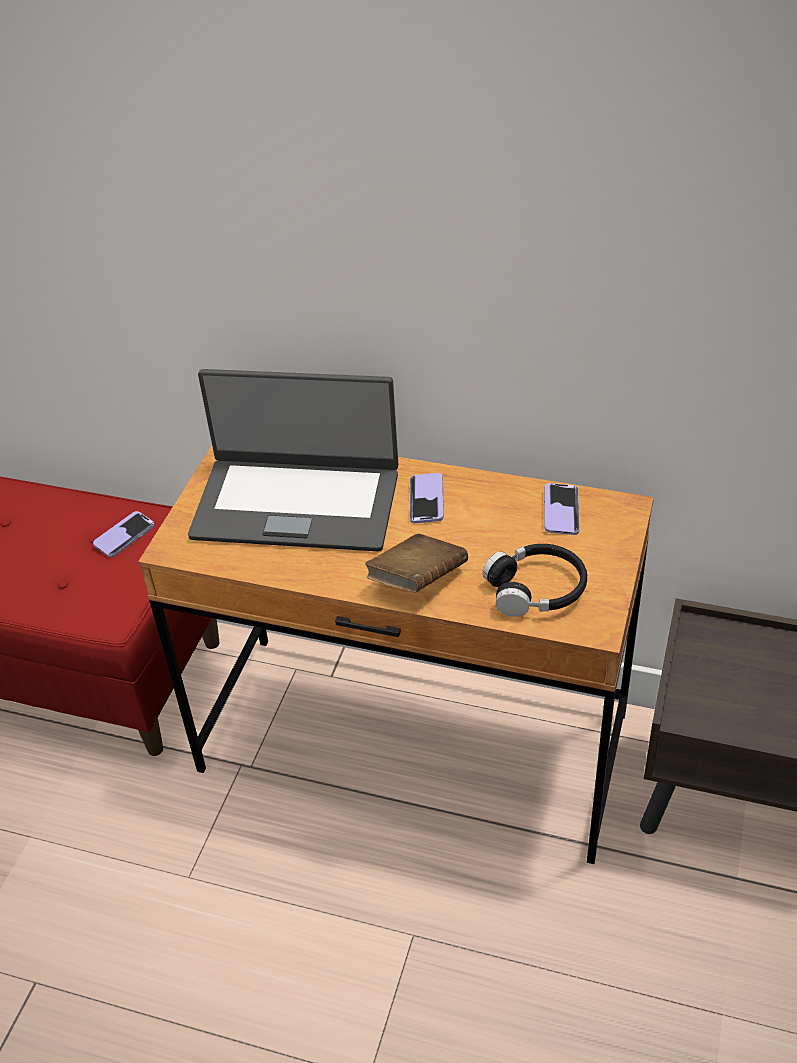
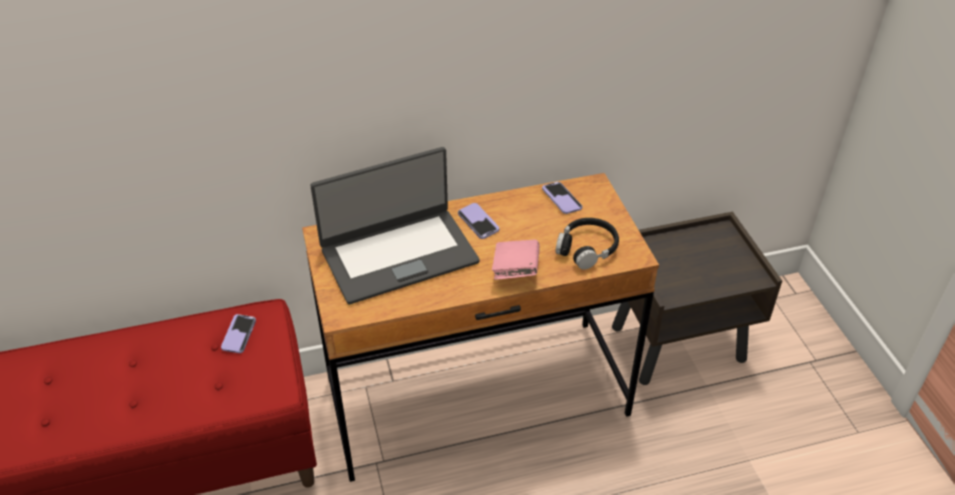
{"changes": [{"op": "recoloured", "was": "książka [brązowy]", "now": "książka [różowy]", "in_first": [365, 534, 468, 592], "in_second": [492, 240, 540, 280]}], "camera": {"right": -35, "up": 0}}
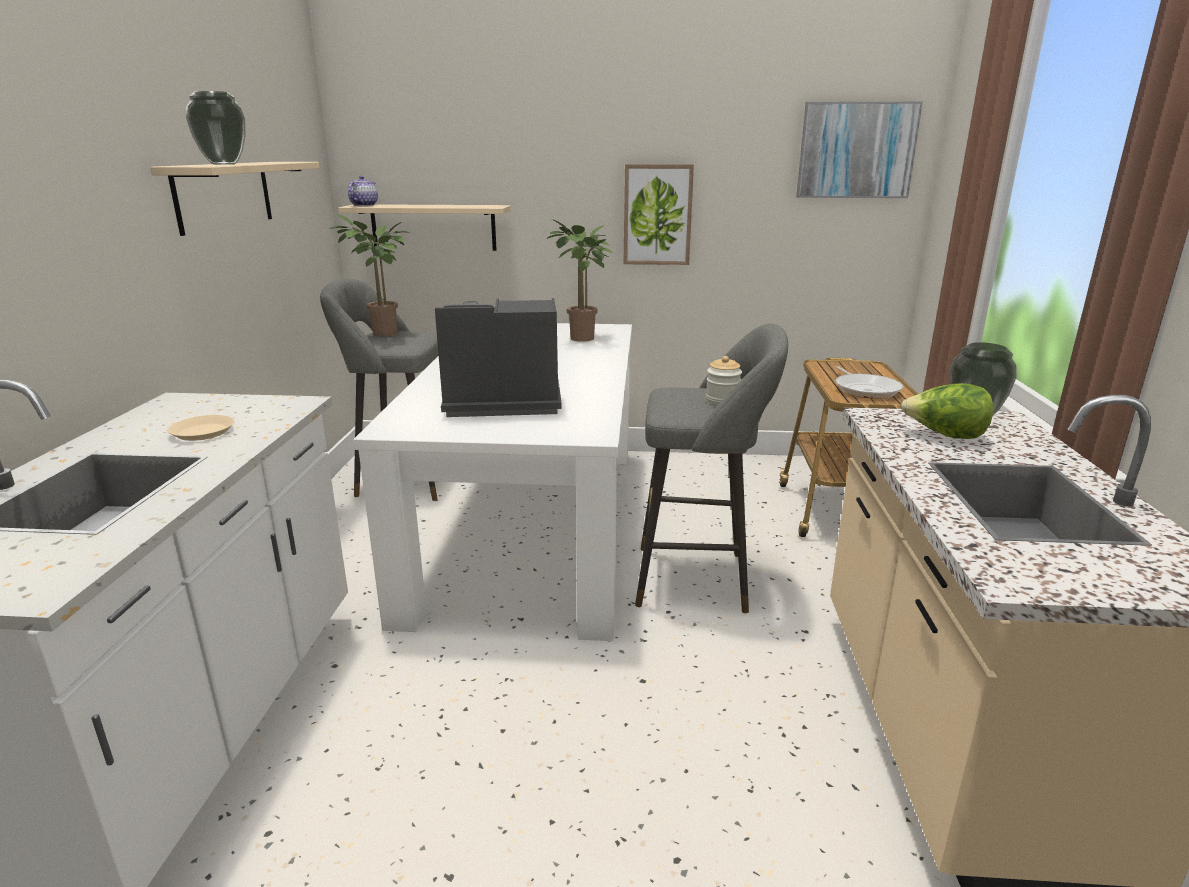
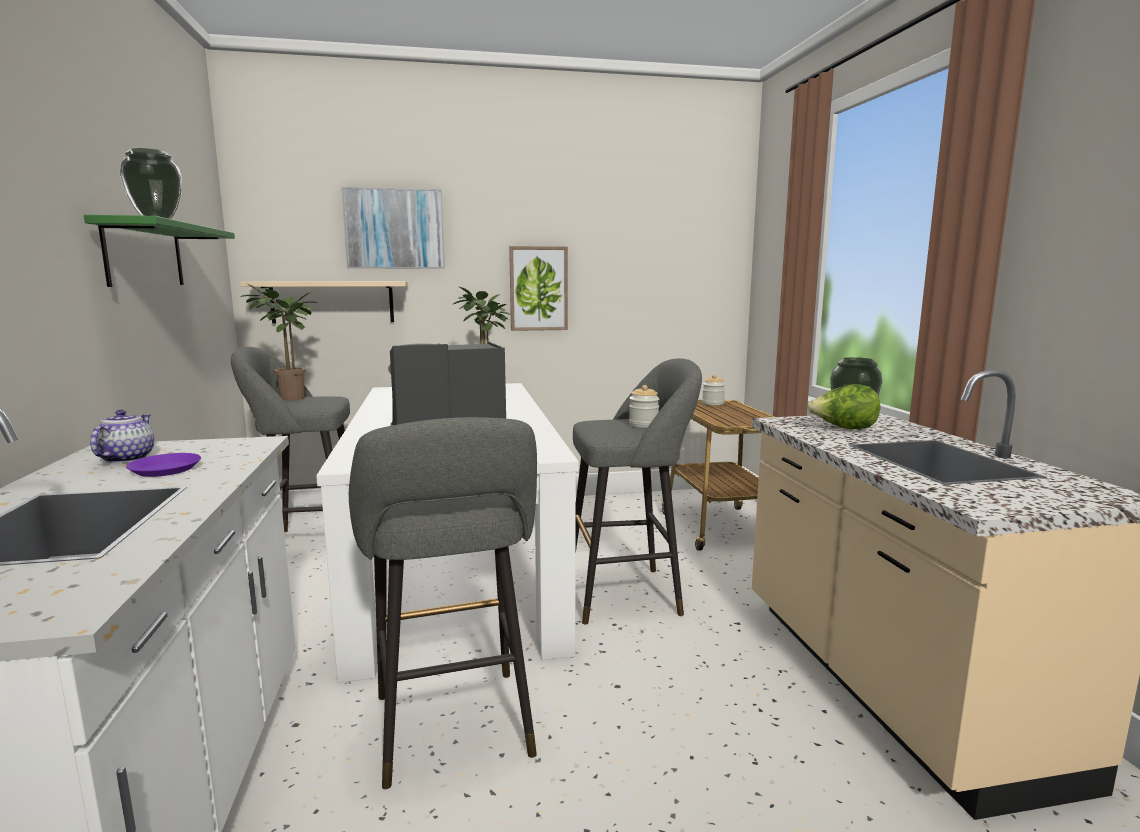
{"changes": [{"op": "moved", "was": "obraz", "in_first": [796, 102, 923, 198], "in_second": [341, 187, 445, 269]}, {"op": "recoloured", "was": "półka [beżowy]", "now": "półka [zielony]", "in_first": [150, 162, 319, 236], "in_second": [84, 215, 235, 287]}, {"op": "moved", "was": "imbryk", "in_first": [348, 176, 378, 206], "in_second": [90, 410, 154, 463]}, {"op": "removed", "was": "patelnia", "in_first": [835, 366, 903, 399]}, {"op": "recoloured", "was": "talerz [beżowy]", "now": "talerz [fioletowy]", "in_first": [168, 415, 234, 441], "in_second": [126, 453, 201, 477]}, {"op": "added", "now": "słoik", "in_second": [702, 374, 725, 405]}, {"op": "added", "now": "stołek [szary]", "in_second": [349, 417, 537, 789]}], "camera": {"right": -15, "up": -10}}
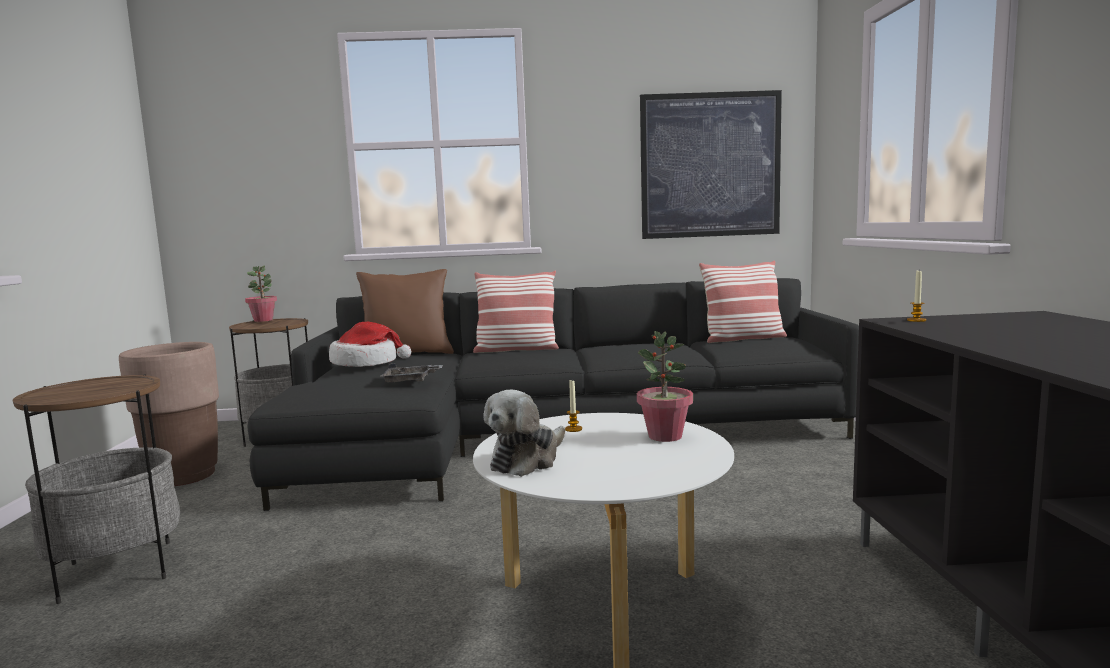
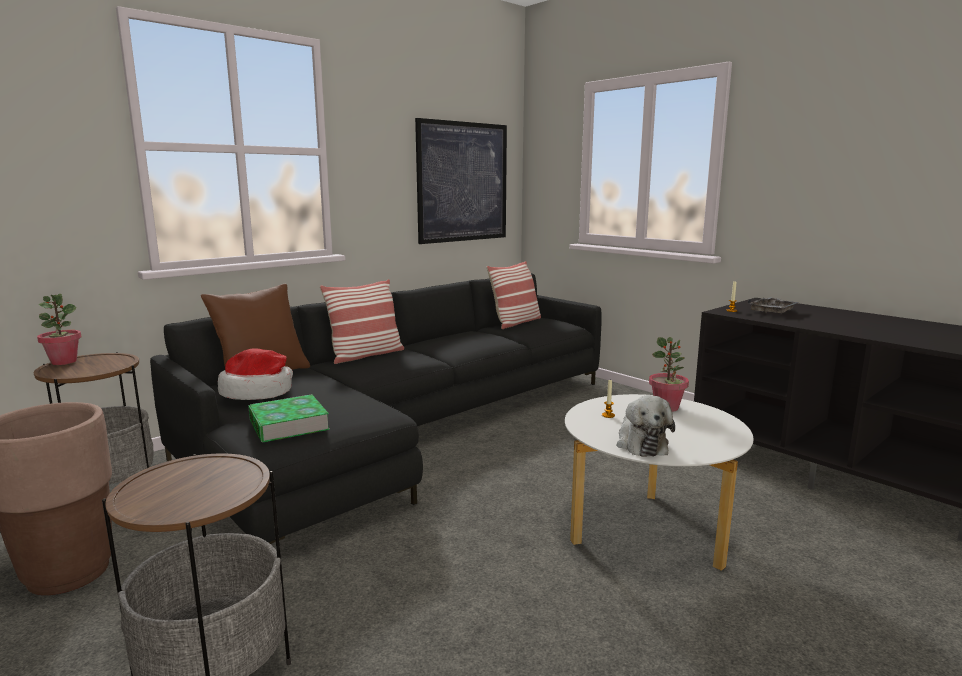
{"changes": [{"op": "moved", "was": "taca [szary]", "in_first": [381, 363, 443, 383], "in_second": [748, 297, 799, 313]}, {"op": "added", "now": "książka", "in_second": [248, 394, 330, 442]}], "camera": {"right": -40, "up": 5}}
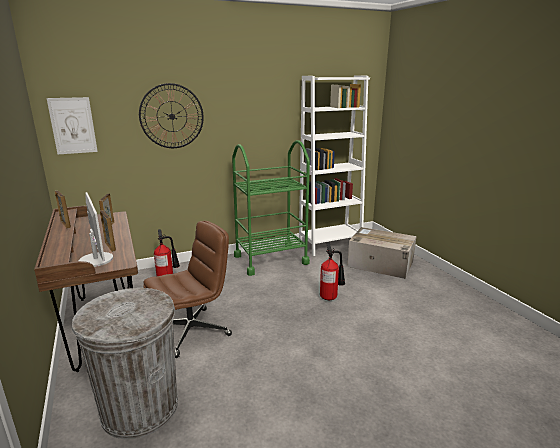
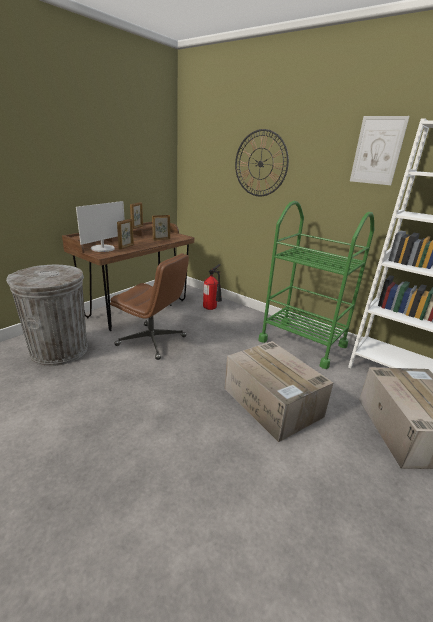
{"changes": [{"op": "moved", "was": "obraz", "in_first": [47, 97, 98, 154], "in_second": [350, 116, 410, 185]}, {"op": "replaced", "was": "gaśnica", "now": "karton", "in_first": [320, 242, 345, 300], "in_second": [224, 341, 333, 442]}], "camera": {"right": 60, "up": 5}}
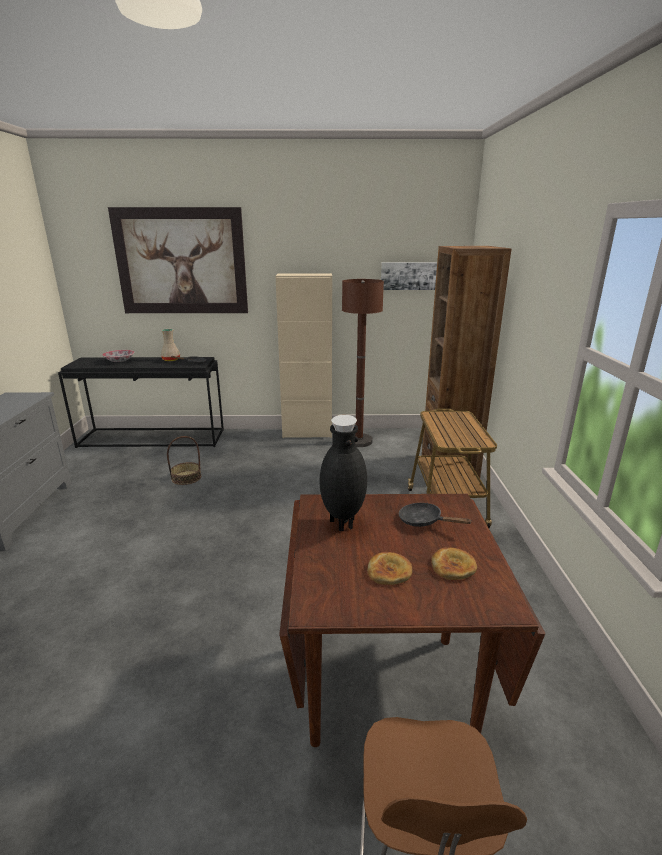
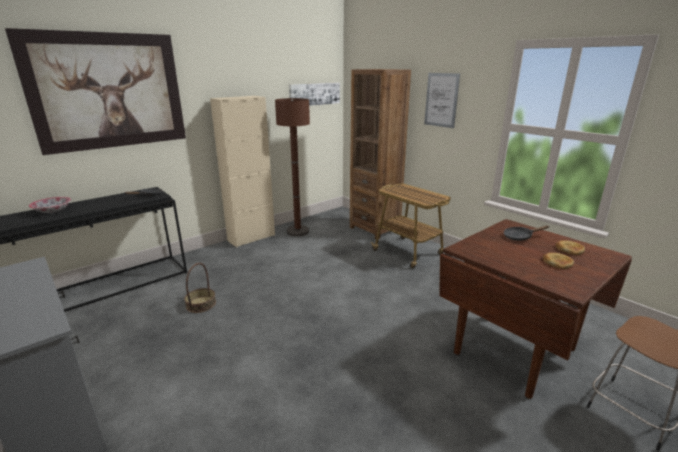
{"changes": [{"op": "removed", "was": "wazon [beżowy]", "in_first": [161, 329, 180, 361]}, {"op": "removed", "was": "wazon [czarny]", "in_first": [319, 415, 367, 531]}, {"op": "added", "now": "obraz", "in_second": [424, 73, 460, 128]}], "camera": {"right": -40, "up": 0}}
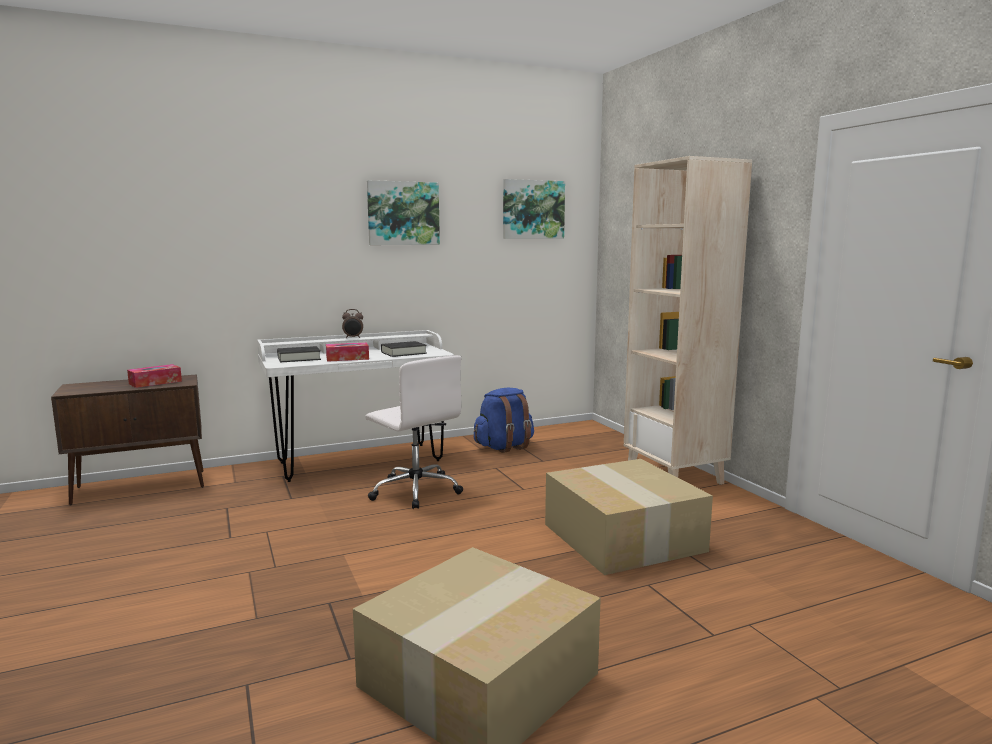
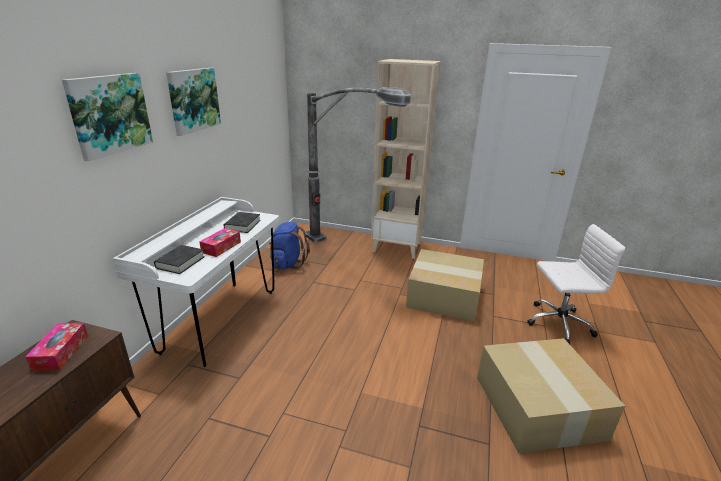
{"changes": [{"op": "moved", "was": "obraz", "in_first": [503, 179, 565, 239], "in_second": [62, 73, 153, 161]}, {"op": "removed", "was": "budzik", "in_first": [342, 309, 363, 338]}, {"op": "moved", "was": "krzesło biurowe [biały]", "in_first": [365, 355, 463, 509], "in_second": [527, 224, 625, 344]}, {"op": "added", "now": "lampa stojąca", "in_second": [305, 87, 411, 243]}], "camera": {"right": -50, "up": 15}}
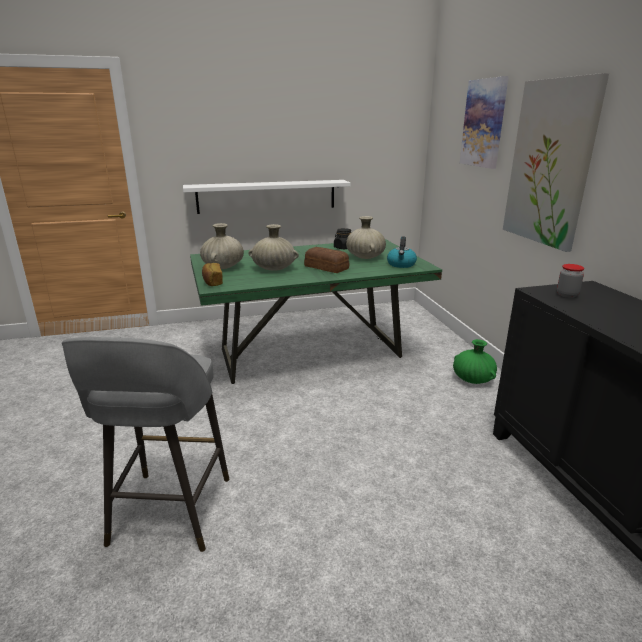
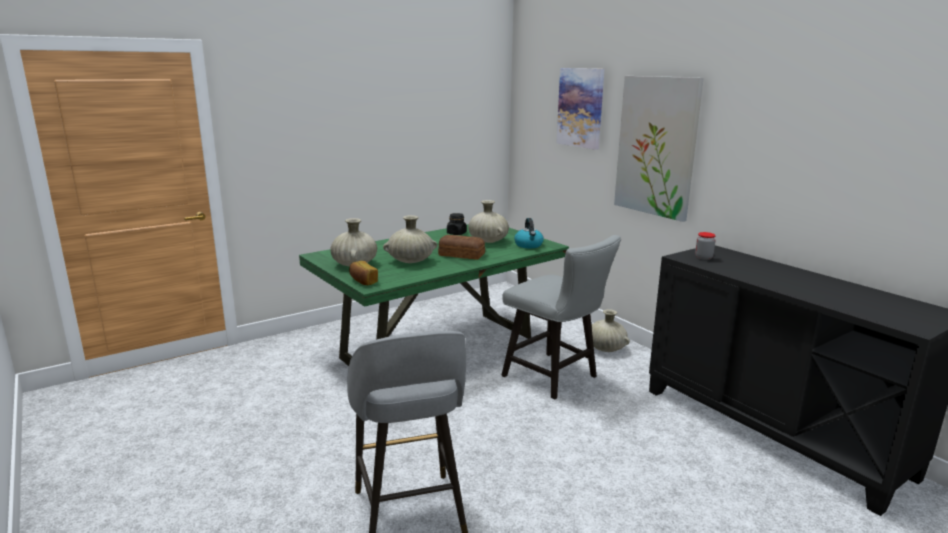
{"changes": [{"op": "removed", "was": "półka [biały]", "in_first": [183, 180, 351, 214]}, {"op": "recoloured", "was": "wazon [zielony]", "now": "wazon [beżowy]", "in_first": [453, 339, 497, 384], "in_second": [591, 309, 630, 352]}, {"op": "added", "now": "krzesło [szary]", "in_second": [501, 235, 621, 399]}], "camera": {"right": -20, "up": -5}}
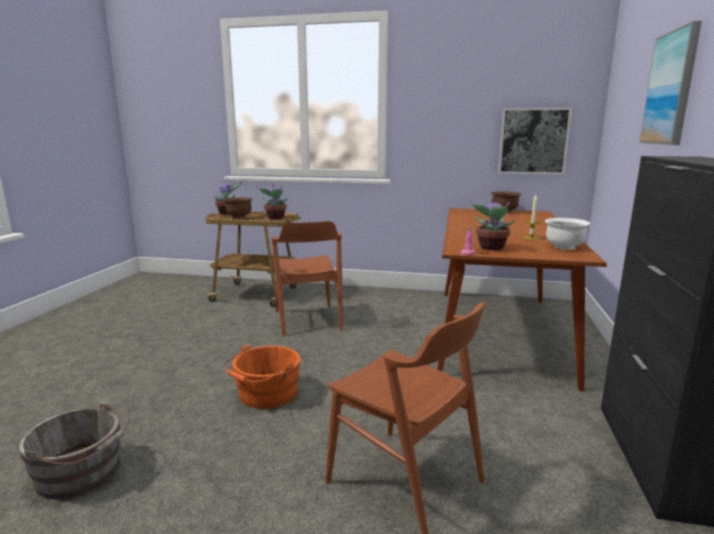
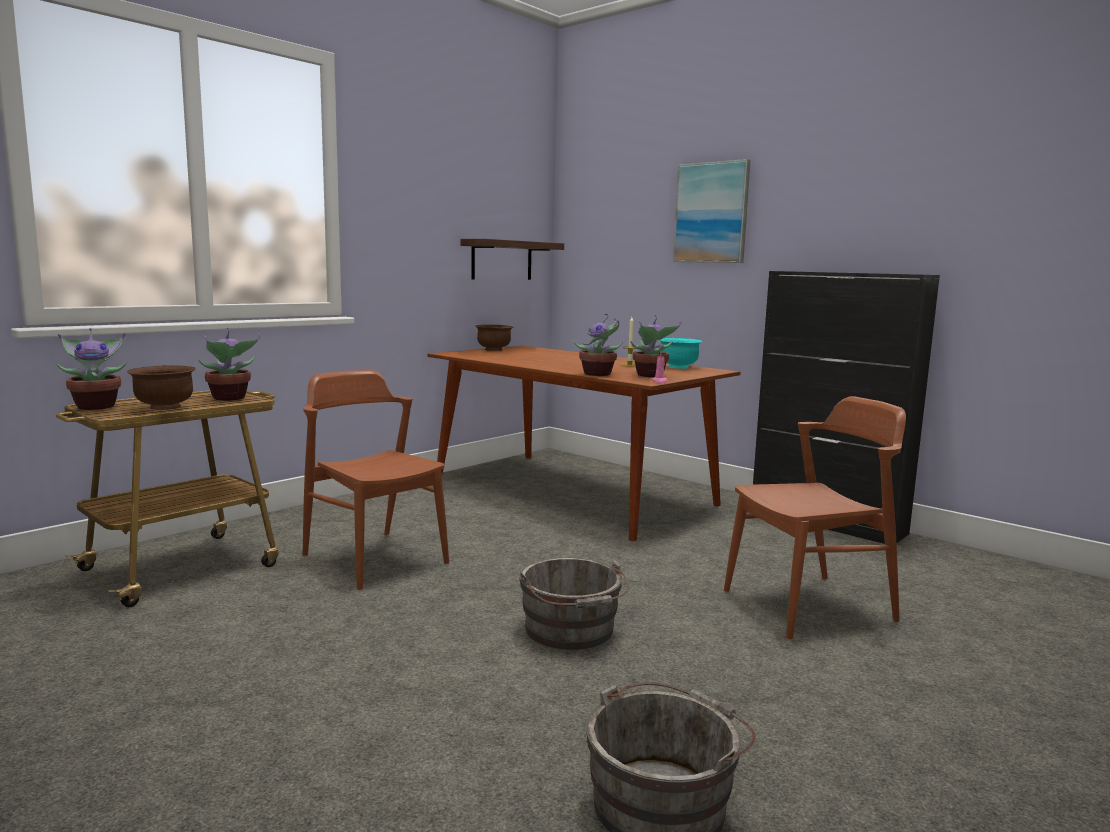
{"changes": [{"op": "replaced", "was": "obraz", "now": "półka", "in_first": [498, 107, 572, 175], "in_second": [461, 239, 564, 280]}, {"op": "recoloured", "was": "miska [biały]", "now": "miska [turkusowy]", "in_first": [545, 218, 591, 250], "in_second": [660, 338, 703, 369]}, {"op": "turned", "was": "krzesło [brązowy]", "in_first": [271, 221, 343, 337], "in_second": [303, 370, 449, 590], "clockwise": -150}, {"op": "recoloured", "was": "wiadro [pomarańczowy]", "now": "wiadro [szary]", "in_first": [224, 344, 301, 409], "in_second": [519, 558, 630, 650]}, {"op": "added", "now": "roślina doniczkowa", "in_second": [574, 314, 623, 376]}], "camera": {"right": -60, "up": -5}}
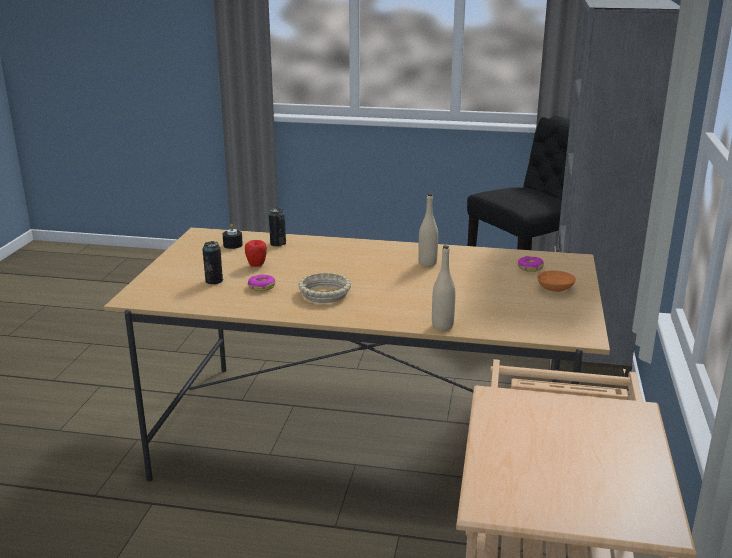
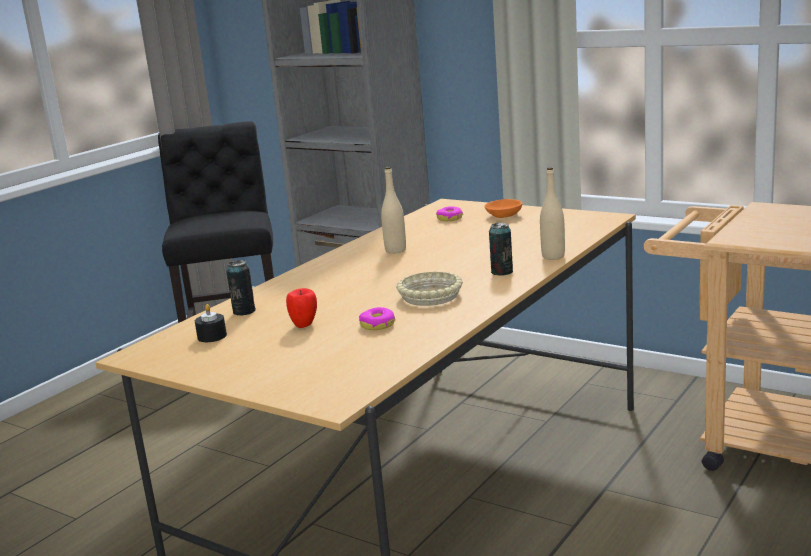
{"changes": [{"op": "moved", "was": "puszka", "in_first": [202, 241, 223, 284], "in_second": [489, 222, 513, 276]}], "camera": {"right": -65, "up": -5}}
